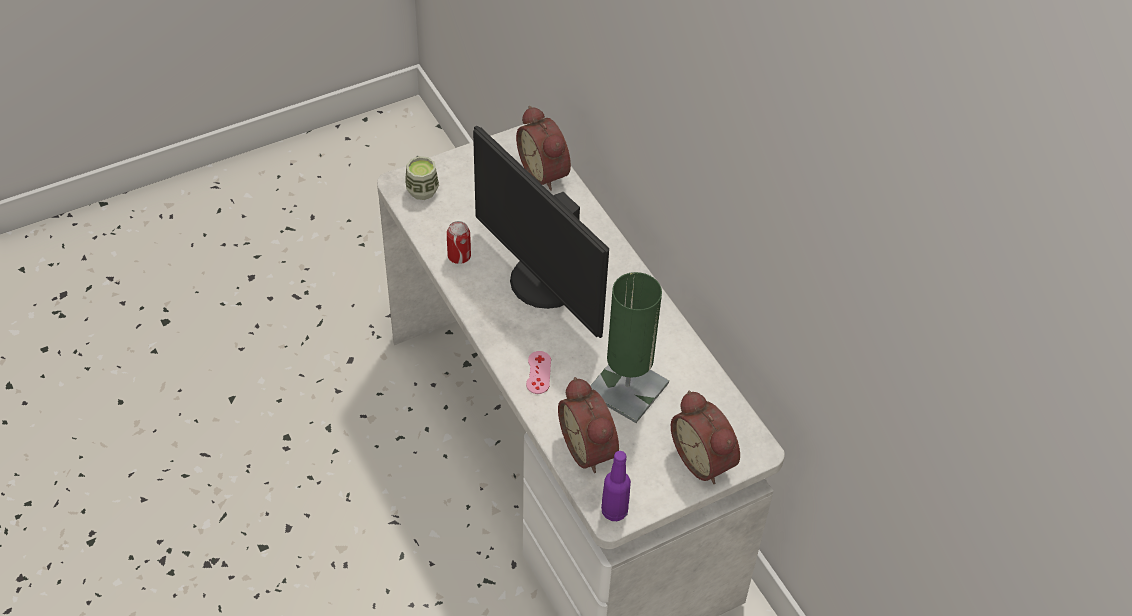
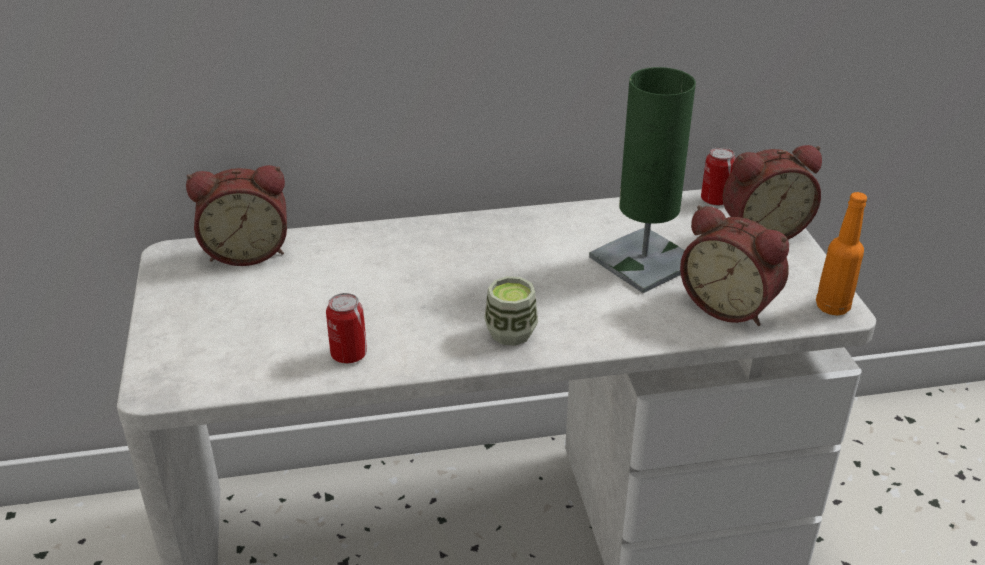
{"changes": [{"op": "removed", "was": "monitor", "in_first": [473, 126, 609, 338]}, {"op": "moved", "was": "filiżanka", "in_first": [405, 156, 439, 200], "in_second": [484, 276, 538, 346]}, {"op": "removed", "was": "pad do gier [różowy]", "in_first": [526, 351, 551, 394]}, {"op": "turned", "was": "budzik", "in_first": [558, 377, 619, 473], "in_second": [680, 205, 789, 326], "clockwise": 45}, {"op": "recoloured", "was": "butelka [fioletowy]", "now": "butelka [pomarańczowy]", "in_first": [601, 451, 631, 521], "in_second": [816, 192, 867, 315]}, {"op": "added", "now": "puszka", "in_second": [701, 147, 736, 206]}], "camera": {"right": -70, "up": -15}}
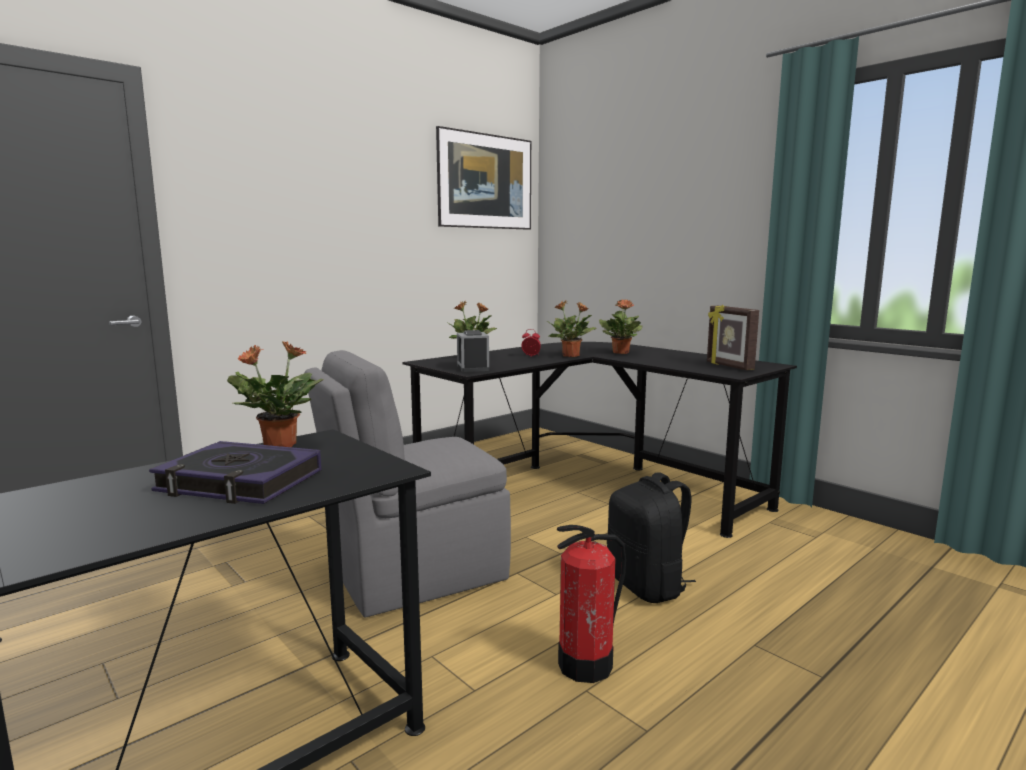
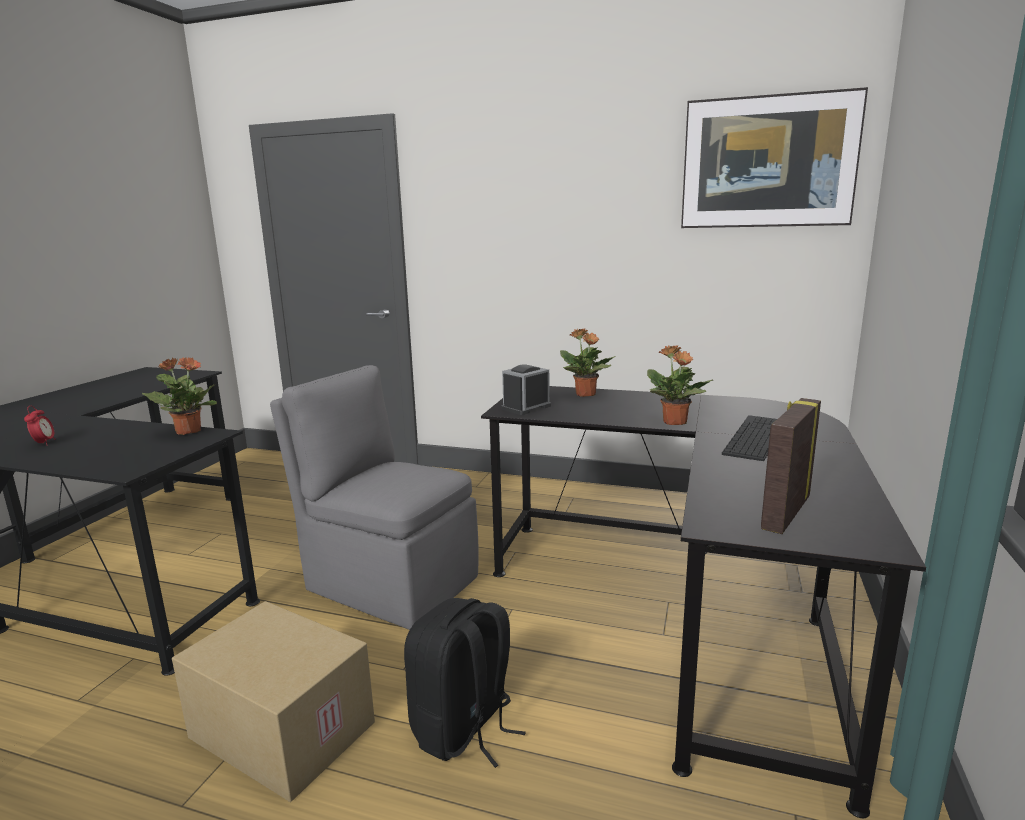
{"changes": [{"op": "replaced", "was": "roślina doniczkowa", "now": "klawiatura", "in_first": [599, 299, 642, 354], "in_second": [722, 415, 777, 461]}, {"op": "moved", "was": "budzik", "in_first": [521, 329, 541, 357], "in_second": [24, 406, 55, 445]}, {"op": "removed", "was": "książka", "in_first": [149, 441, 321, 504]}, {"op": "replaced", "was": "gaśnica", "now": "karton", "in_first": [557, 525, 626, 683], "in_second": [172, 601, 375, 802]}], "camera": {"right": 60, "up": 5}}
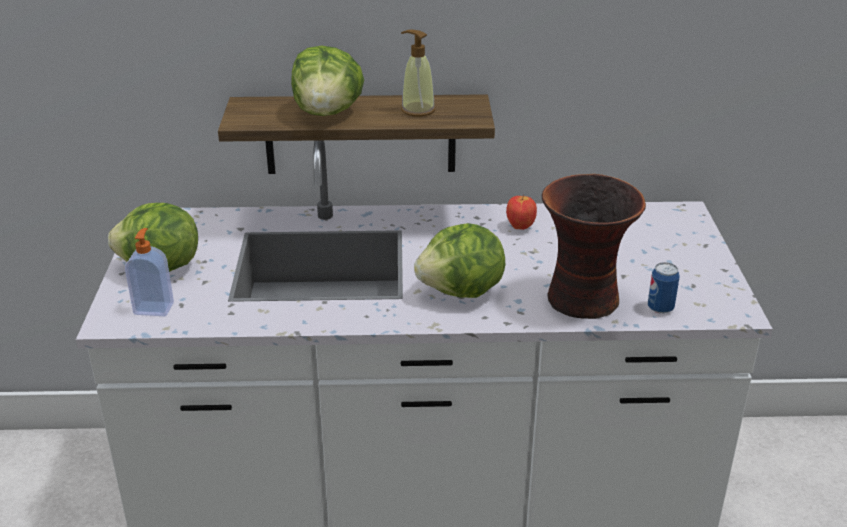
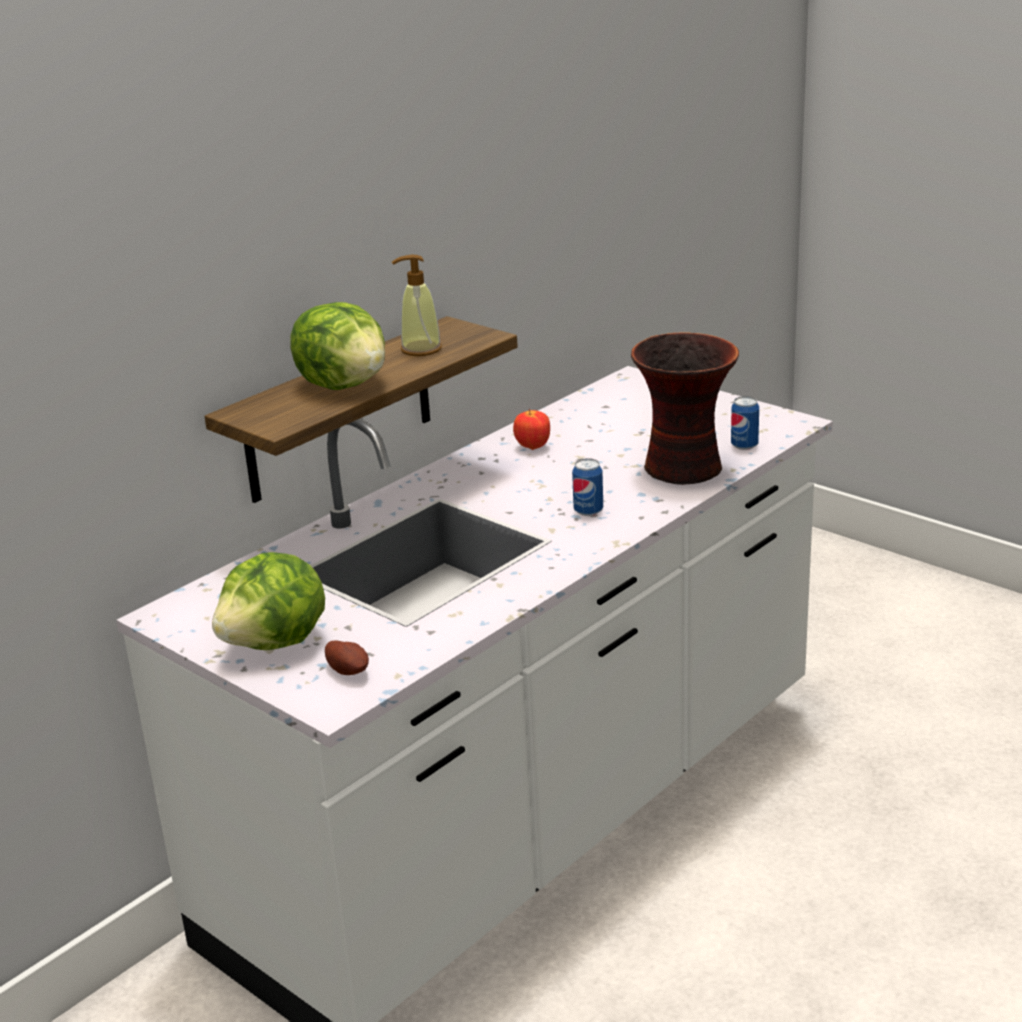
{"changes": [{"op": "replaced", "was": "sałata", "now": "puszka", "in_first": [414, 223, 505, 298], "in_second": [572, 458, 603, 516]}, {"op": "replaced", "was": "dozownik mydła", "now": "ziemniak", "in_first": [125, 228, 174, 316], "in_second": [325, 640, 369, 675]}], "camera": {"right": -45, "up": -5}}
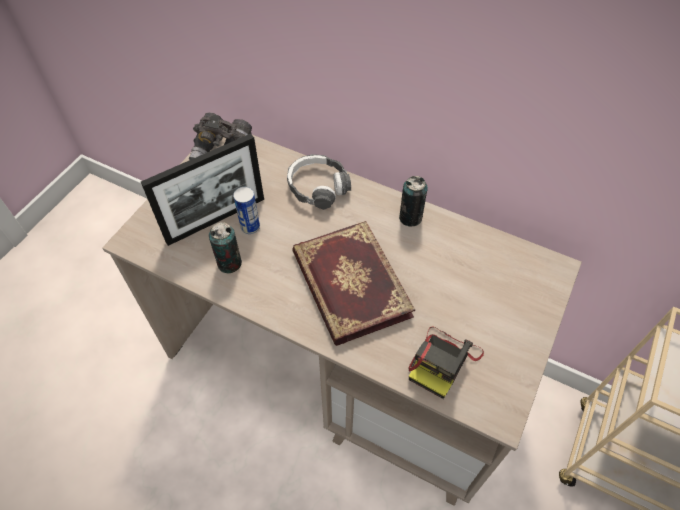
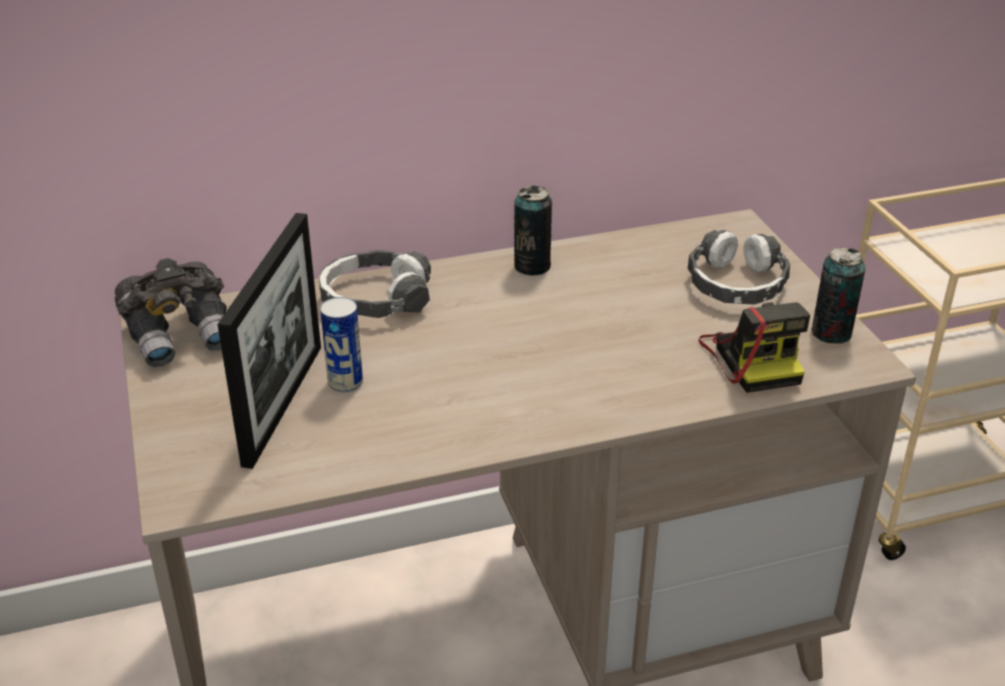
{"changes": [{"op": "removed", "was": "książka", "in_first": [292, 221, 415, 346]}, {"op": "moved", "was": "puszka", "in_first": [209, 222, 242, 274], "in_second": [811, 248, 866, 344]}, {"op": "added", "now": "słuchawki", "in_second": [688, 230, 790, 305]}], "camera": {"right": -45, "up": -20}}
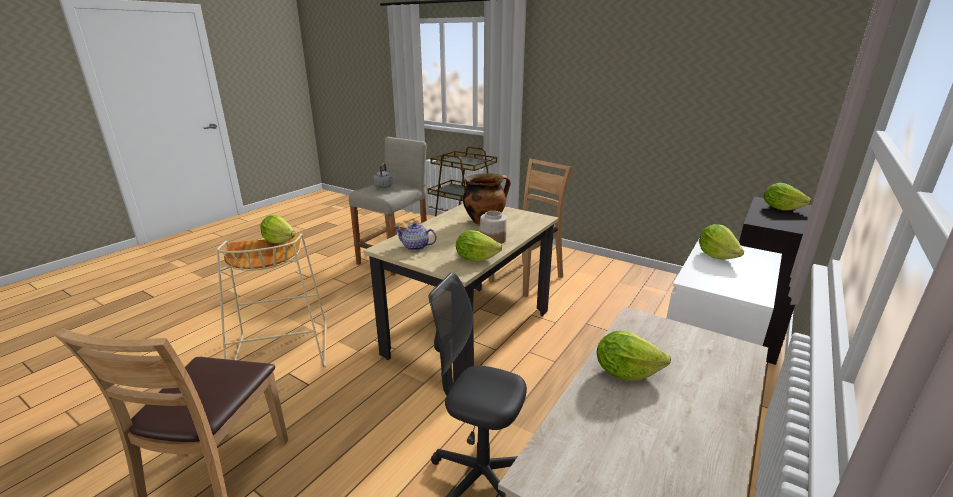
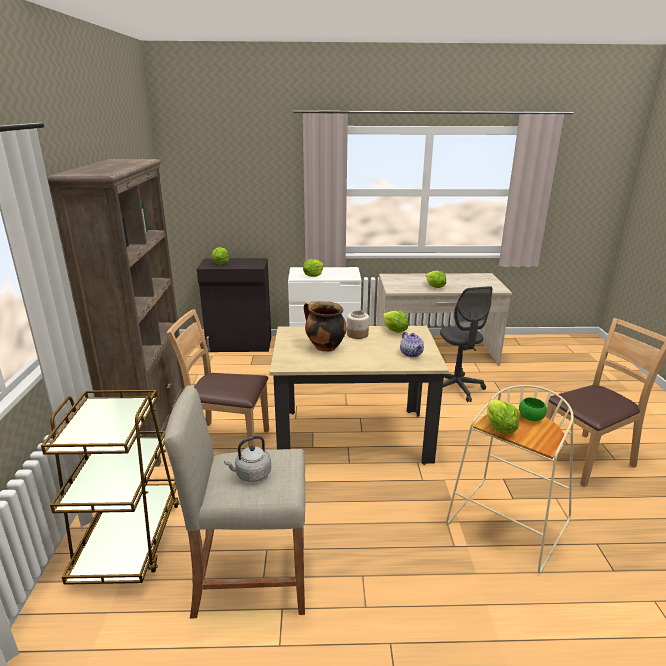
{"changes": [{"op": "added", "now": "regał [brązowy]", "in_second": [47, 159, 185, 466]}, {"op": "added", "now": "miska [zielony]", "in_second": [519, 397, 547, 421]}], "camera": {"right": -125, "up": 0}}
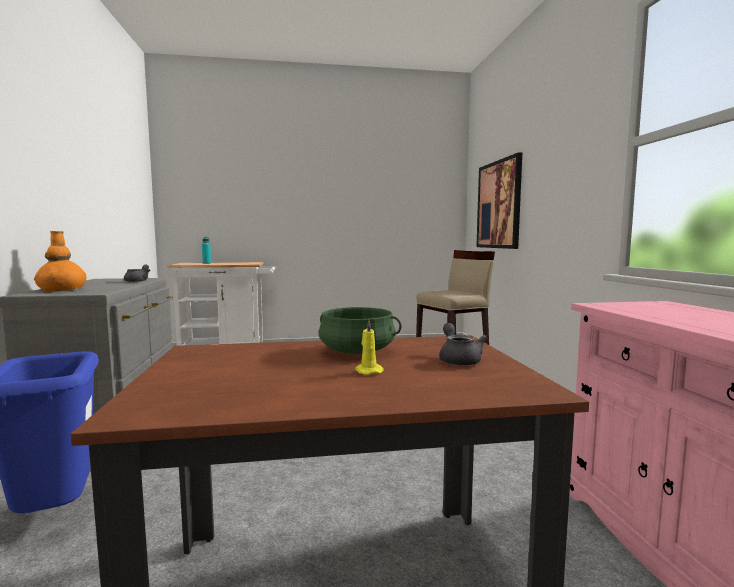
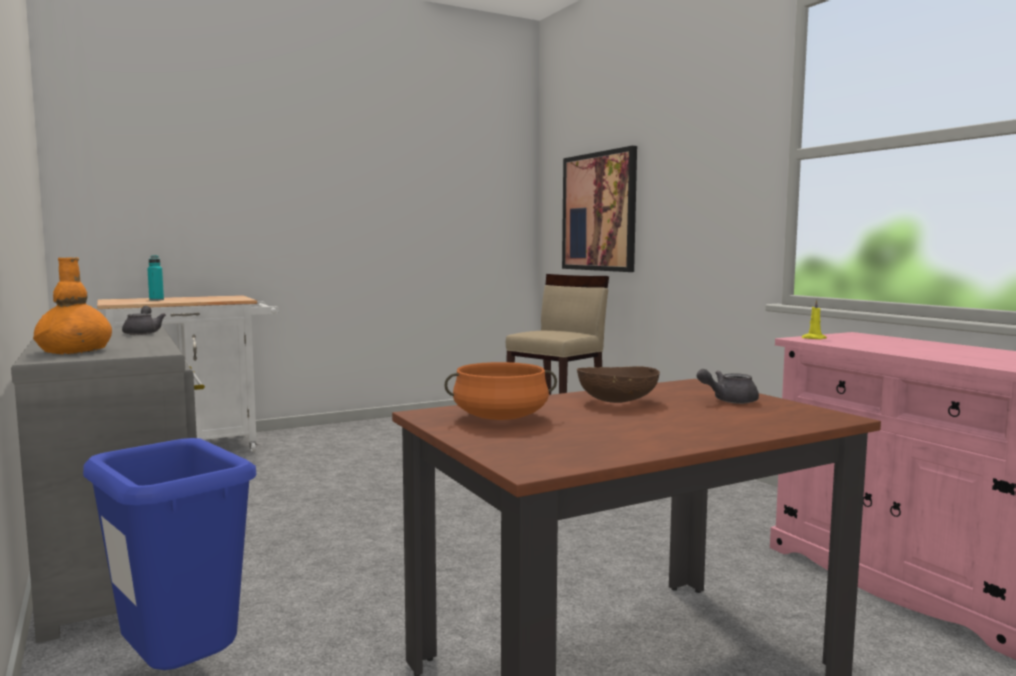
{"changes": [{"op": "replaced", "was": "garnek [zielony]", "now": "miska [brązowy]", "in_first": [318, 307, 402, 354], "in_second": [577, 366, 660, 403]}, {"op": "moved", "was": "świeca [żółty]", "in_first": [355, 320, 384, 375], "in_second": [801, 299, 827, 339]}, {"op": "turned", "was": "imbryk [szary]", "in_first": [439, 323, 487, 366], "in_second": [697, 369, 759, 404], "clockwise": -75}, {"op": "added", "now": "garnek [pomarańczowy]", "in_second": [445, 362, 557, 420]}], "camera": {"right": -20, "up": 0}}
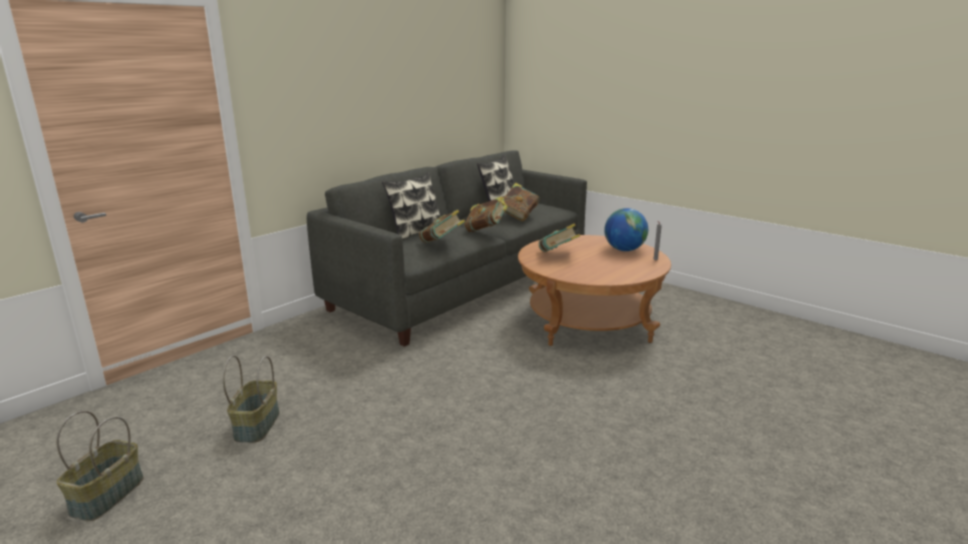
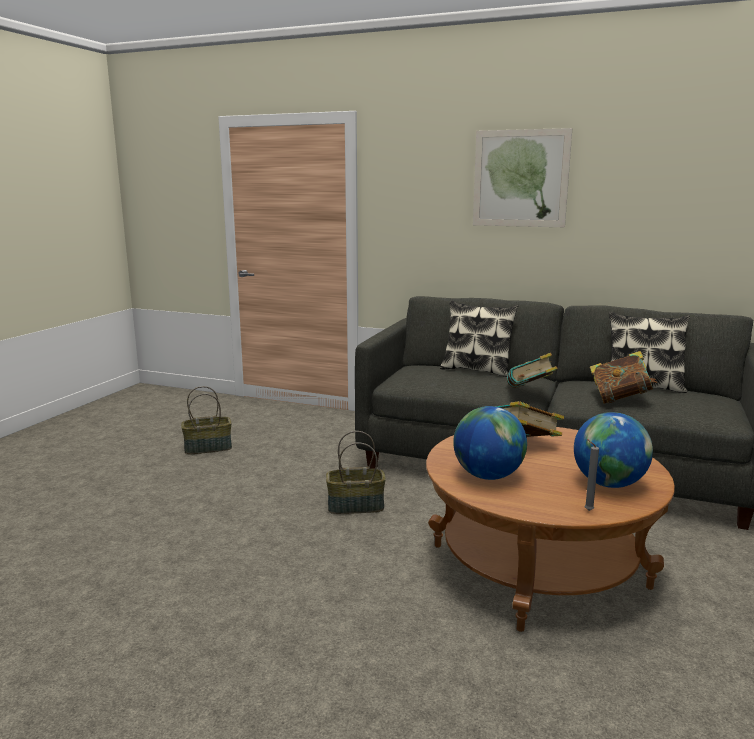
{"changes": [{"op": "removed", "was": "książka", "in_first": [419, 210, 465, 243]}, {"op": "moved", "was": "koszyk", "in_first": [56, 411, 143, 521], "in_second": [326, 431, 386, 514]}, {"op": "added", "now": "obraz", "in_second": [473, 128, 572, 227]}, {"op": "added", "now": "globus", "in_second": [453, 406, 527, 480]}], "camera": {"right": 70, "up": -5}}
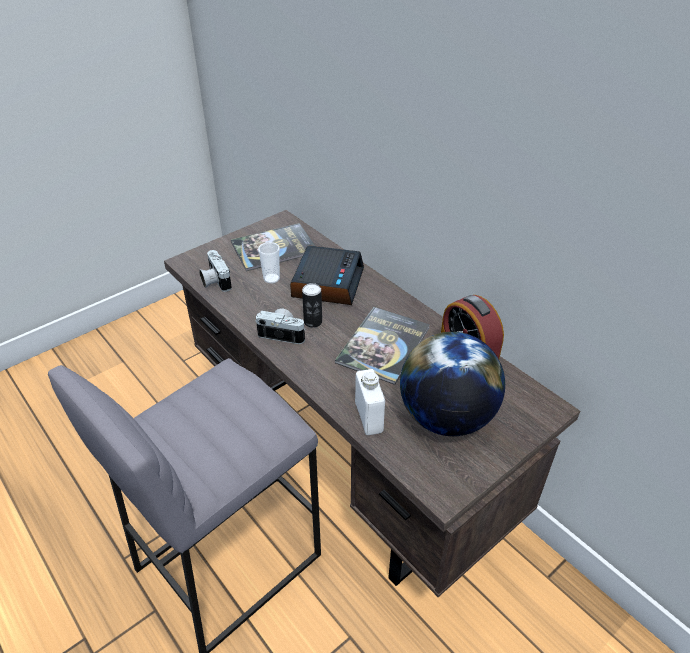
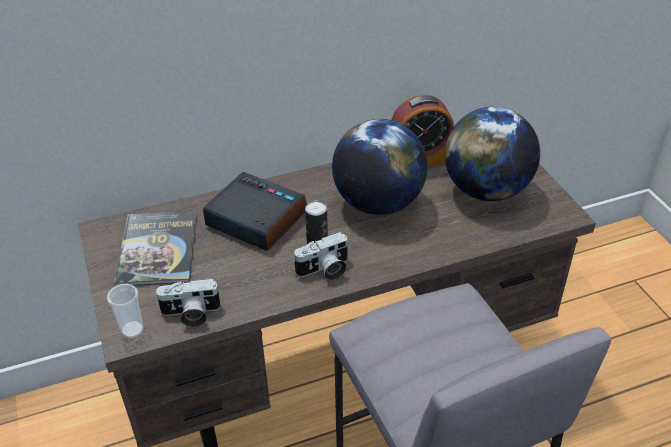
{"changes": [{"op": "moved", "was": "filiżanka", "in_first": [258, 242, 280, 284], "in_second": [107, 284, 144, 338]}, {"op": "replaced", "was": "książka", "now": "globus", "in_first": [335, 307, 430, 385], "in_second": [332, 119, 428, 215]}, {"op": "turned", "was": "aparat fotograficzny", "in_first": [255, 308, 306, 344], "in_second": [293, 232, 348, 280], "clockwise": -150}, {"op": "removed", "was": "butelka [biały]", "in_first": [355, 369, 385, 435]}], "camera": {"right": -70, "up": 0}}
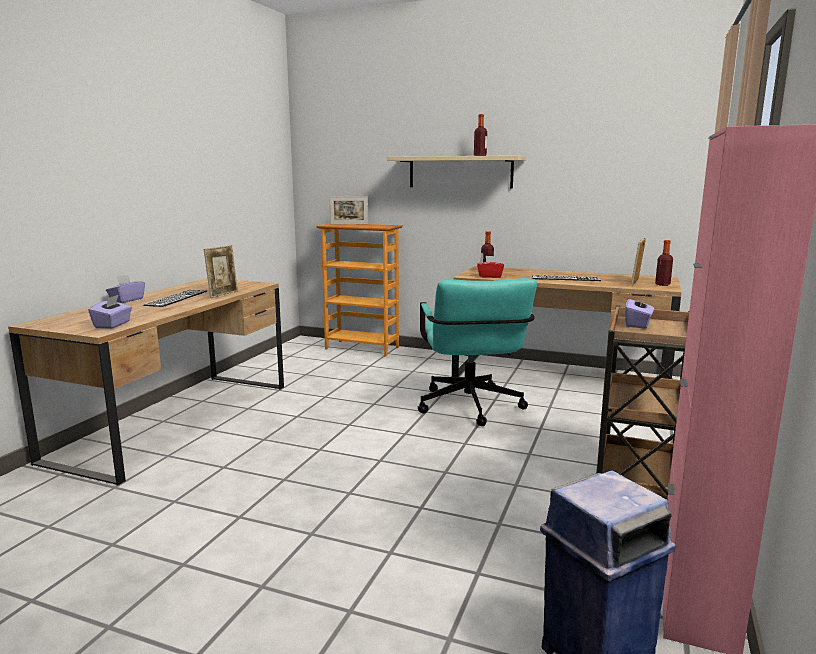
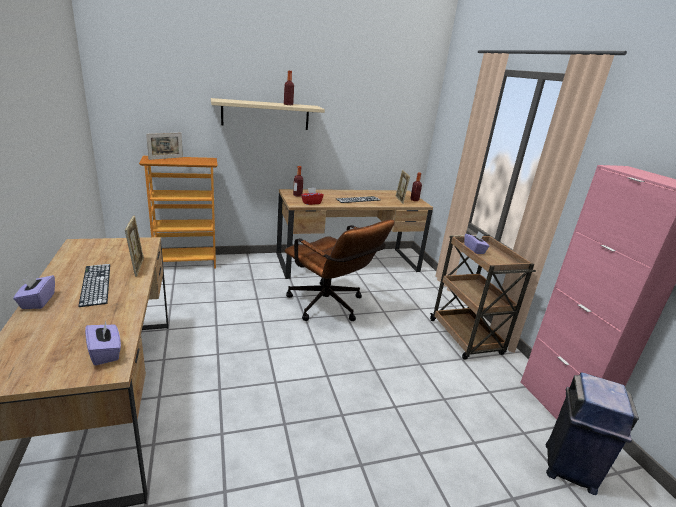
{"changes": [{"op": "recoloured", "was": "krzesło biurowe [turkusowy]", "now": "krzesło biurowe [brązowy]", "in_first": [418, 278, 537, 426], "in_second": [284, 220, 395, 321]}], "camera": {"right": -40, "up": 10}}
